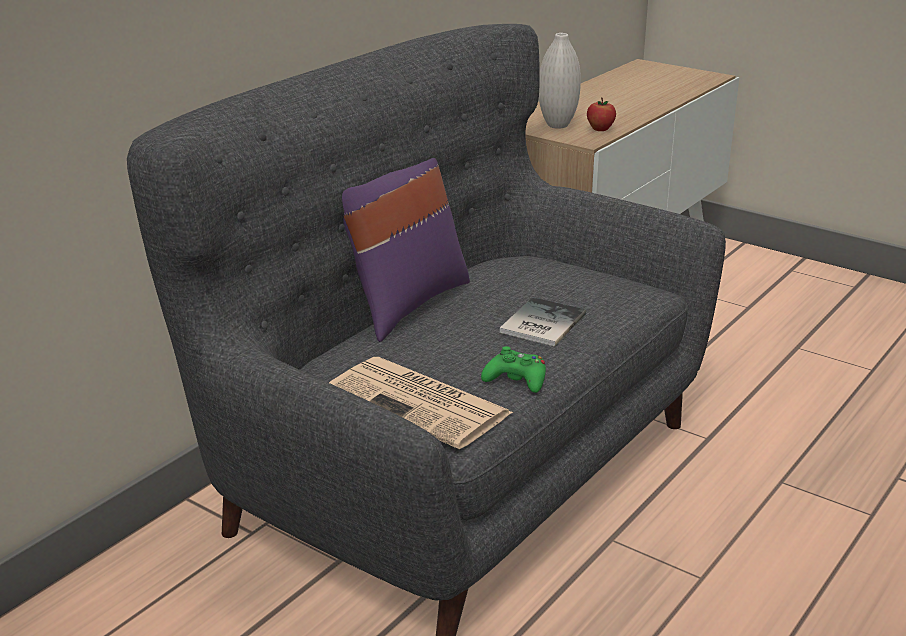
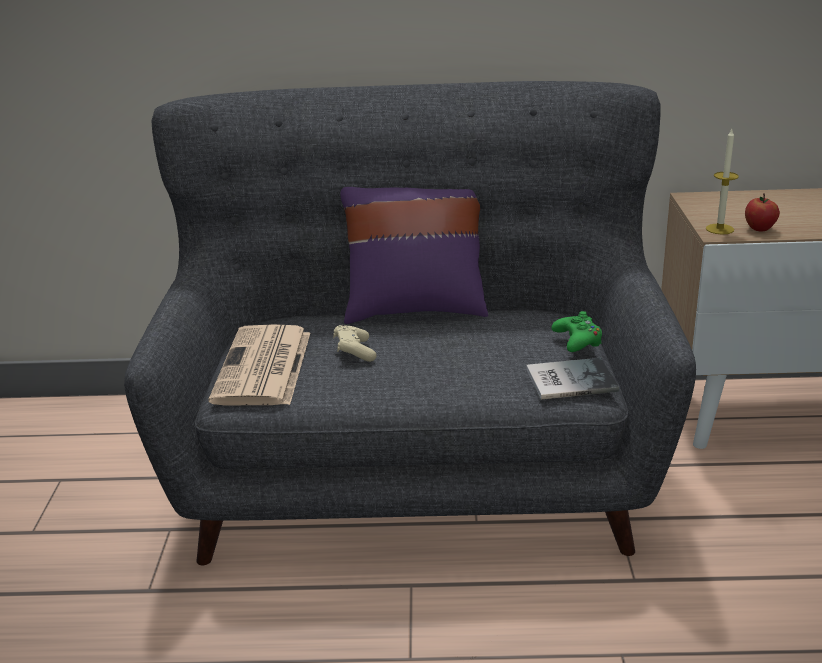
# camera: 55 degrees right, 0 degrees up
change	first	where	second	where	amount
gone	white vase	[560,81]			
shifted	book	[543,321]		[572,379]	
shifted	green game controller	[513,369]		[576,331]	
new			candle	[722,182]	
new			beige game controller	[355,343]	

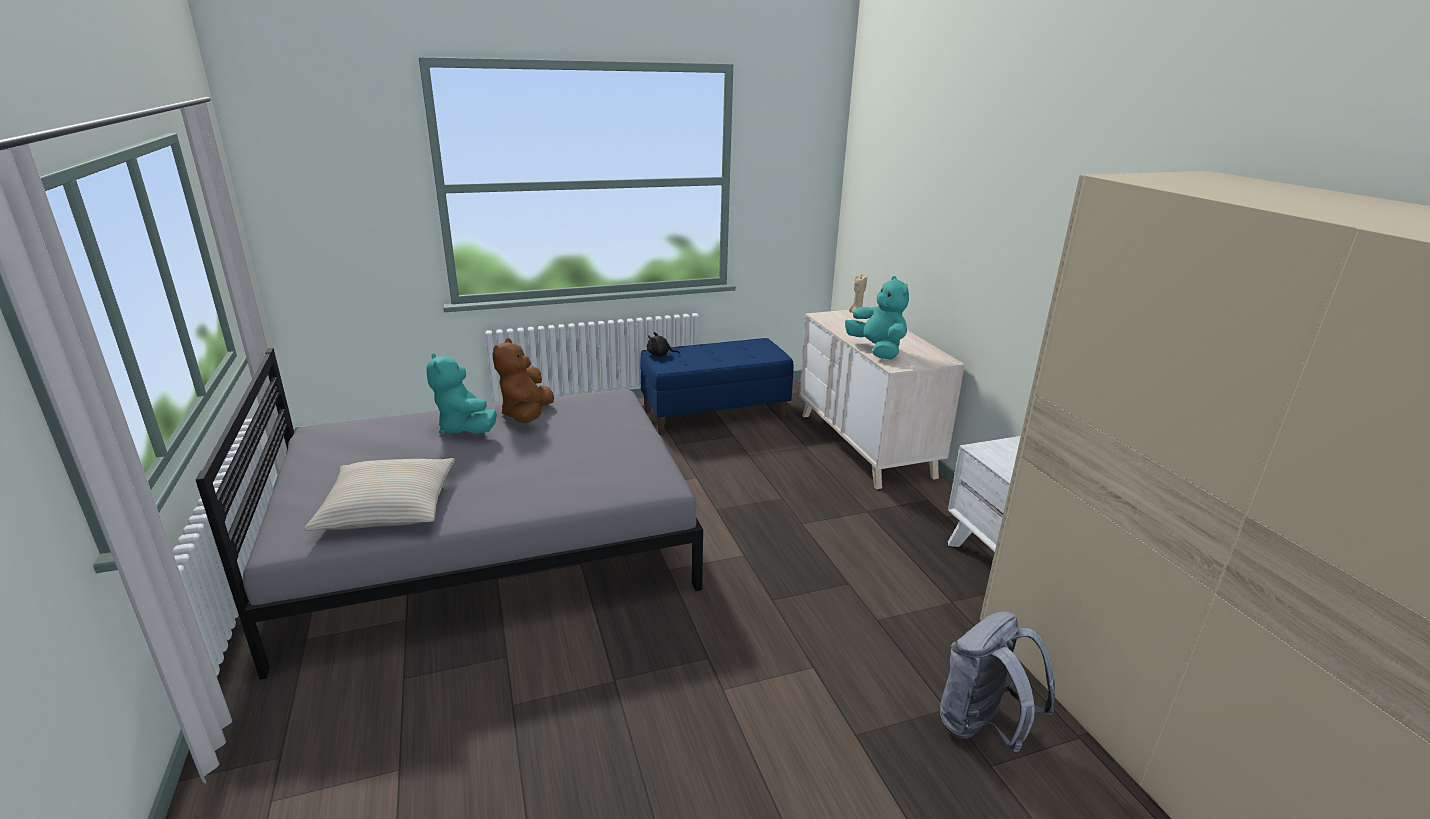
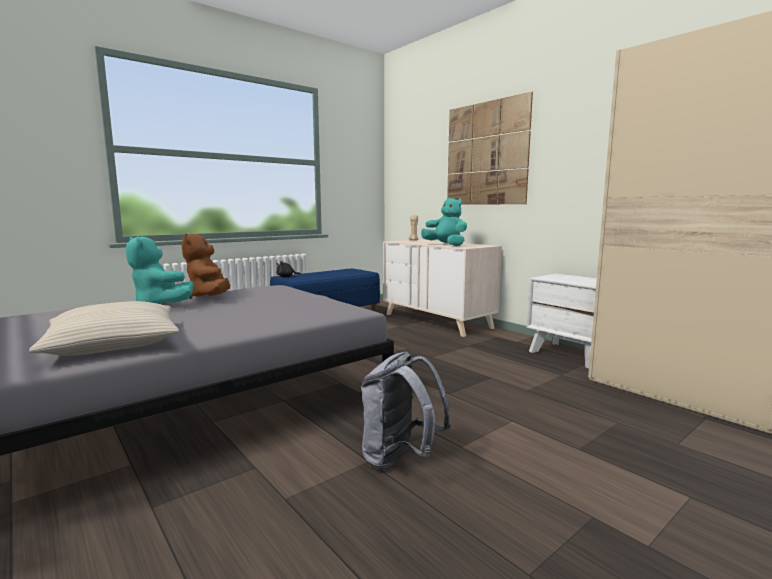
# camera: 20 degrees left, 15 degrees down
change	first	where	second	where	amount
shifted	grey backpack	[997,681]		[406,411]	
new			picture	[490,148]	

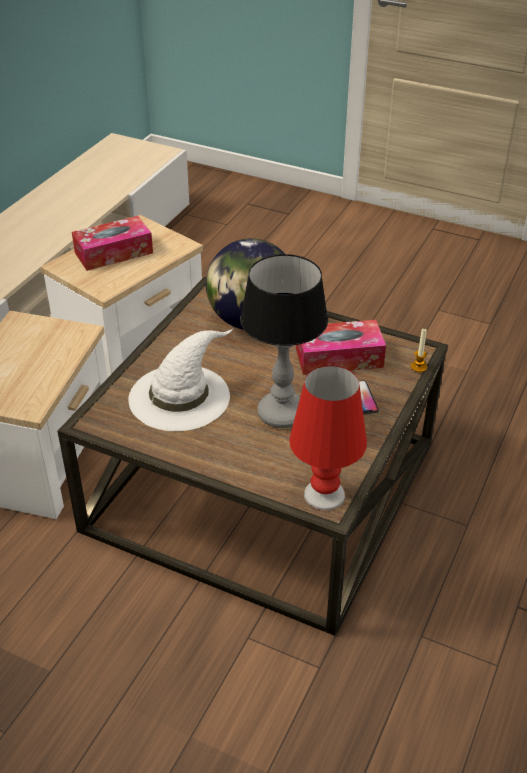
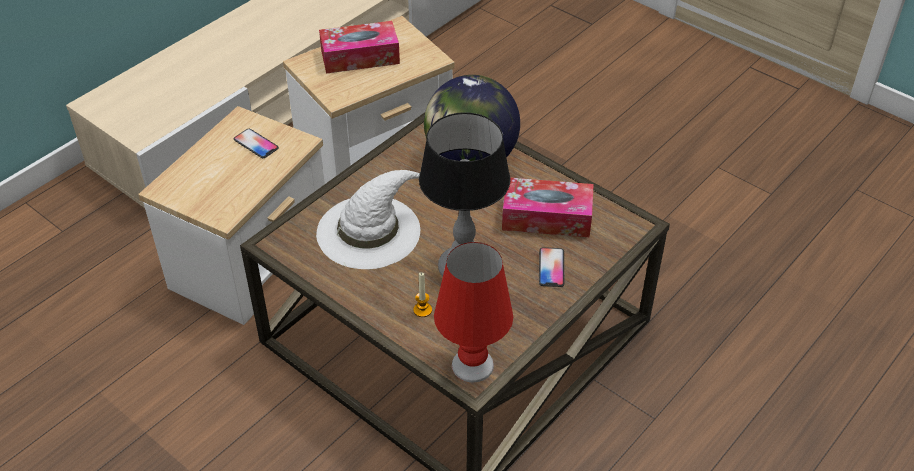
# camera: 15 degrees right, 5 degrees up
change	first	where	second	where	amount
shifted	candle	[419,350]		[422,294]	
new			phone	[256,143]	

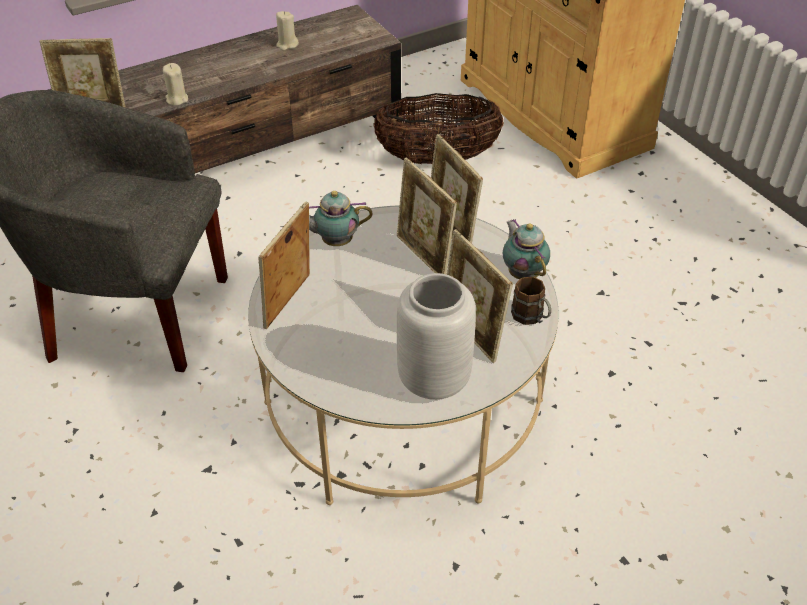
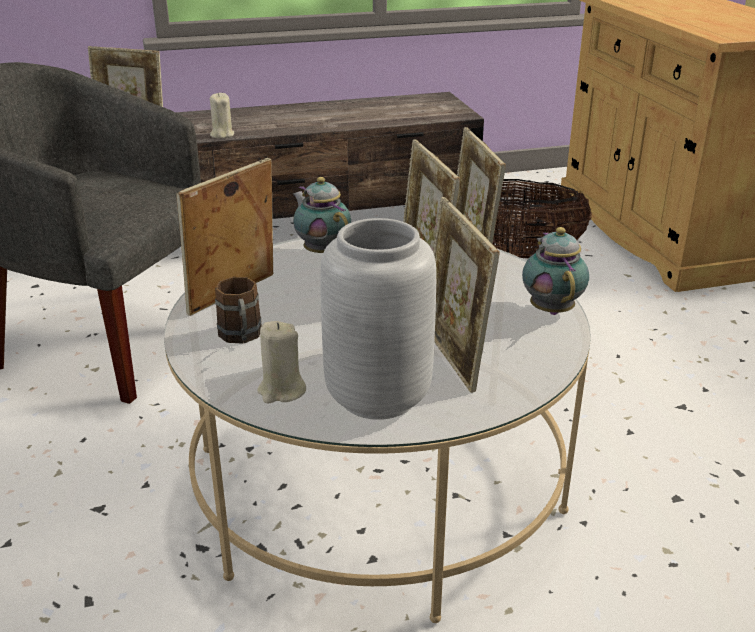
# camera: 15 degrees right, 15 degrees down
change	first	where	second	where	amount
shifted	beige candle	[287,31]		[281,362]	
rotated	teapot	[341,218]		[322,215]	45 degrees clockwise
shifted	brown mug	[531,300]		[238,310]	

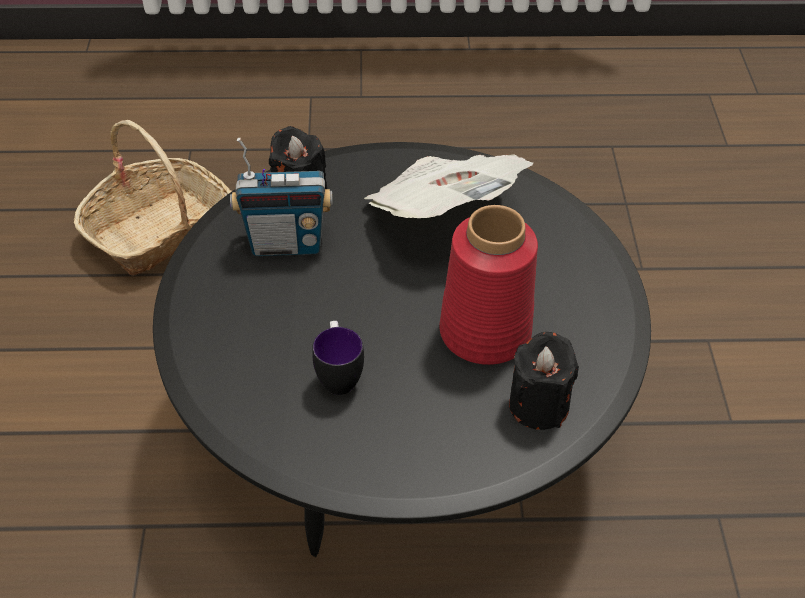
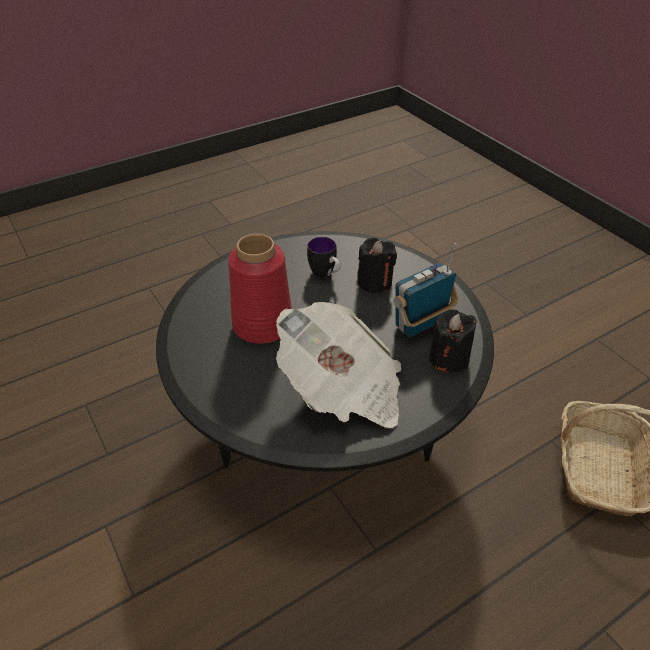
# camera: 150 degrees right, 5 degrees down
change	first	where	second	where	amount
shifted	black candle	[544,381]		[377,265]	

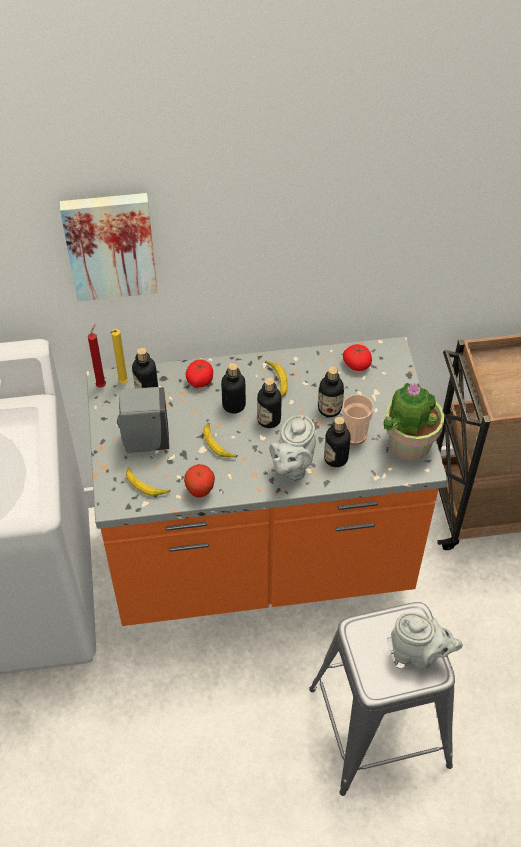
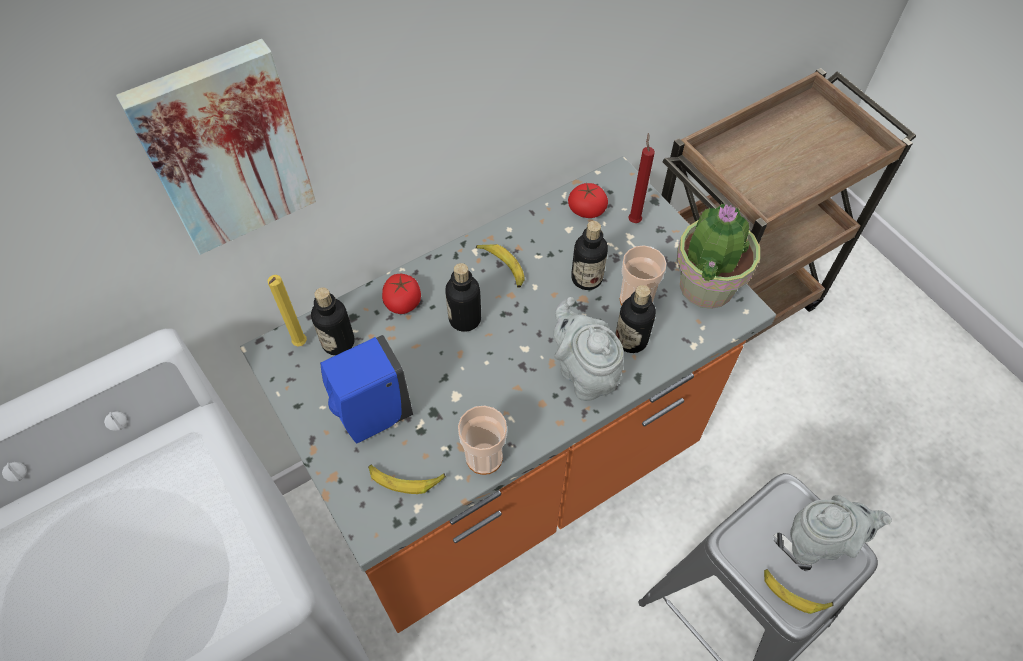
# camera: 25 degrees left, 5 degrees up
change	first	where	second	where	amount
shifted	red candle	[97,356]		[641,178]	
gone	bottle	[269,402]			
repainted	grey soap dispenser	[143,420]	blue soap dispenser	[366,389]	
rotated	grey teapot	[292,448]		[588,349]	150 degrees clockwise
shifted	banana	[220,440]		[799,591]	
swapped	apple	[199,481]	cup	[482,440]	

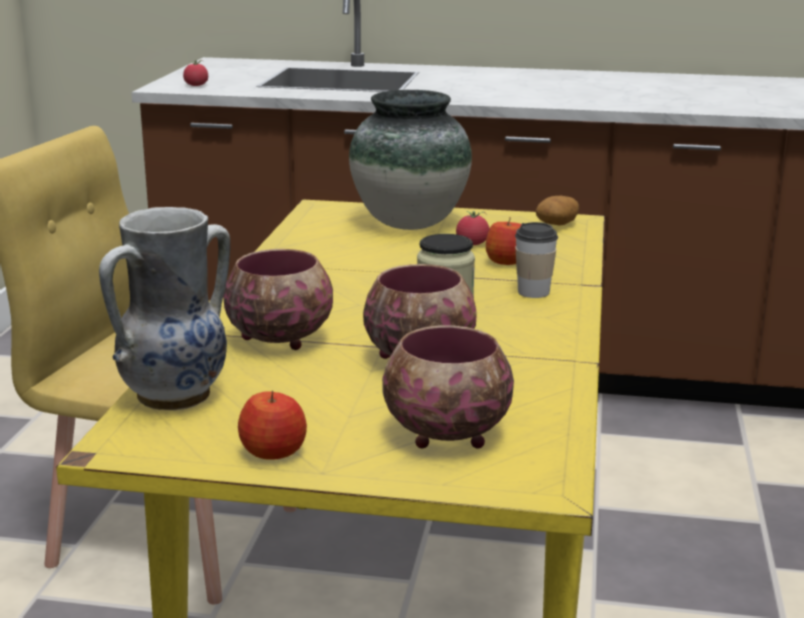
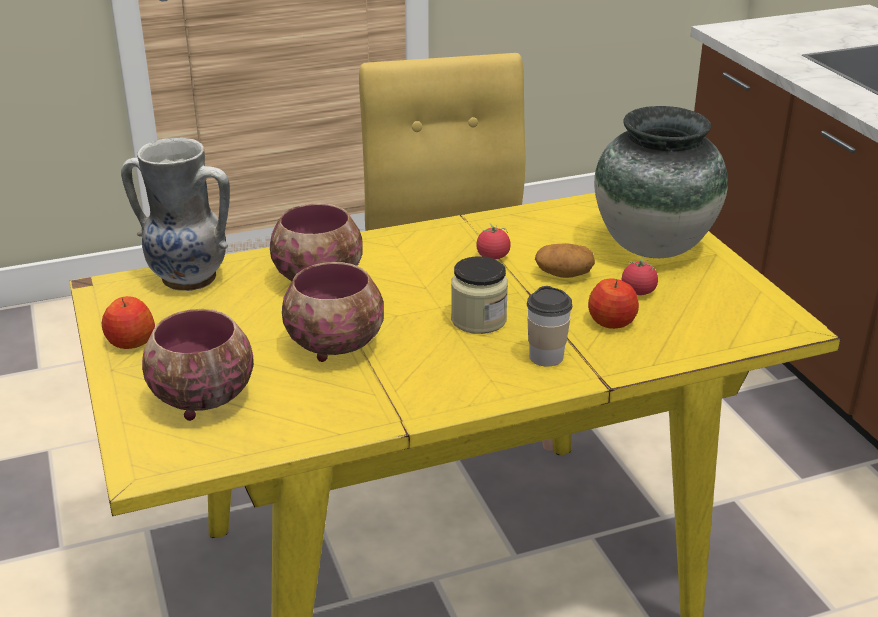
# camera: 60 degrees right, 10 degrees up
change	first	where	second	where	amount
shifted	tomato	[195,72]		[493,242]	
shifted	potato	[557,211]		[565,260]	

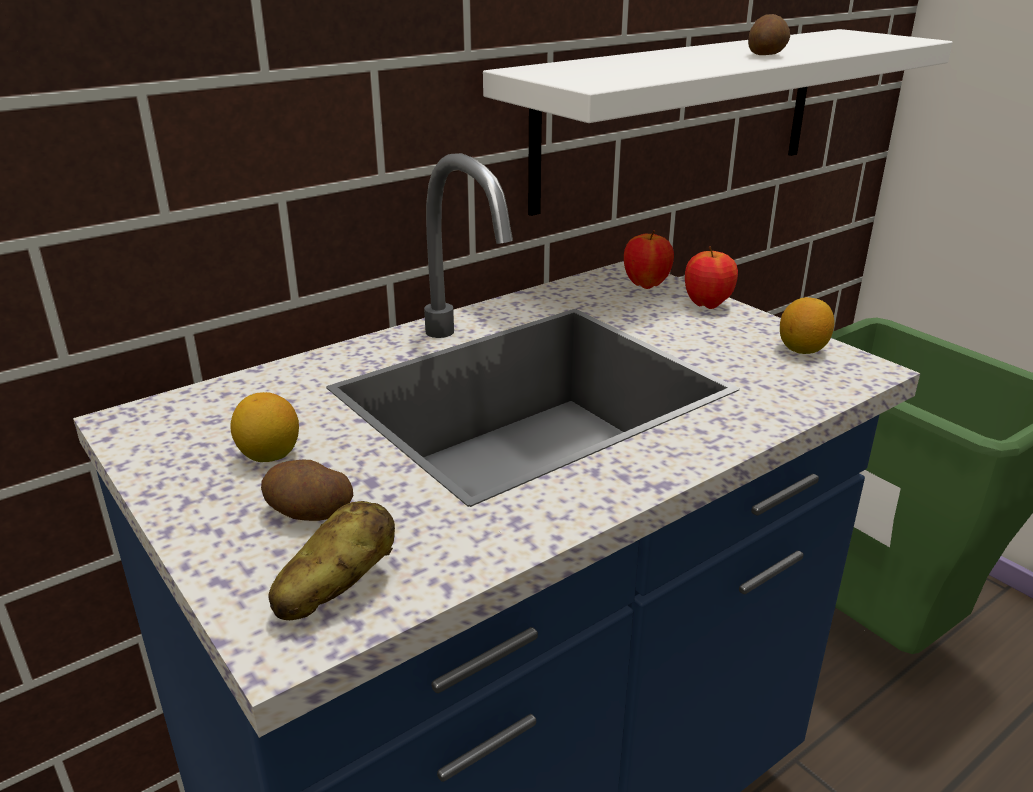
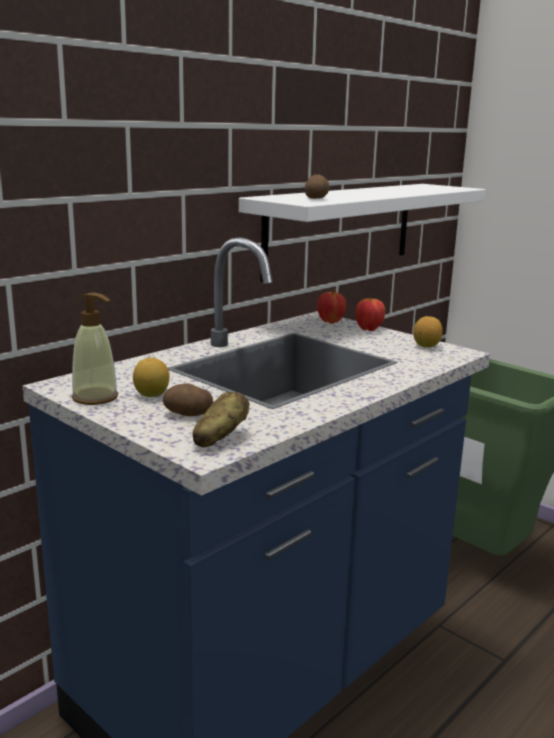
# camera: 10 degrees left, 10 degrees down
change	first	where	second	where	amount
shifted	potato	[769,34]		[317,186]	
new			soap dispenser	[94,348]	

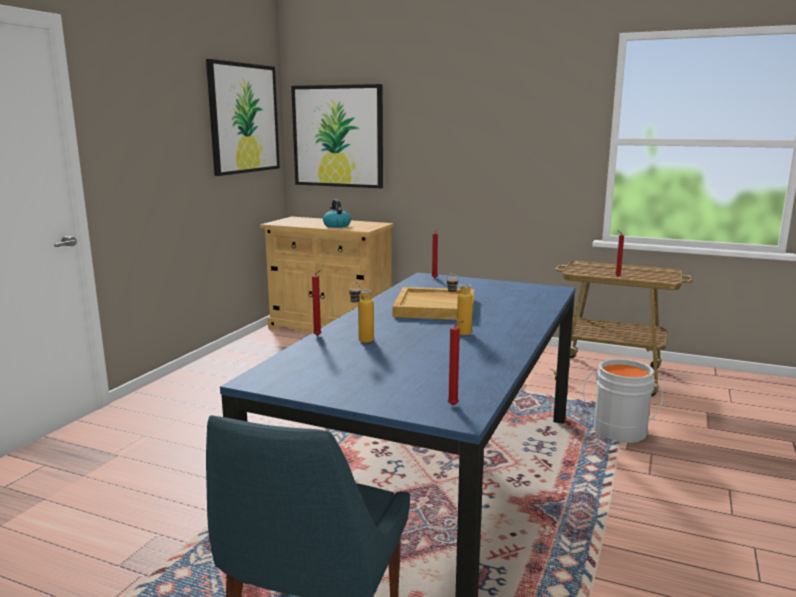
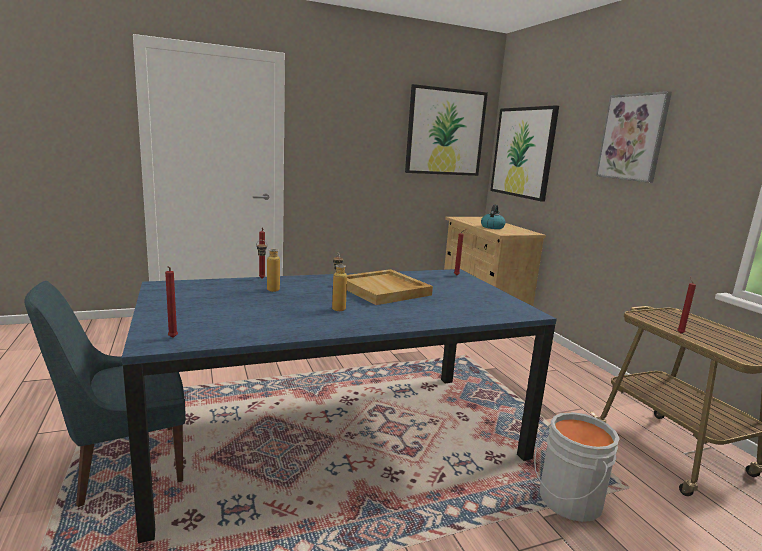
# camera: 45 degrees right, 0 degrees up
change	first	where	second	where	amount
new			picture	[634,137]	

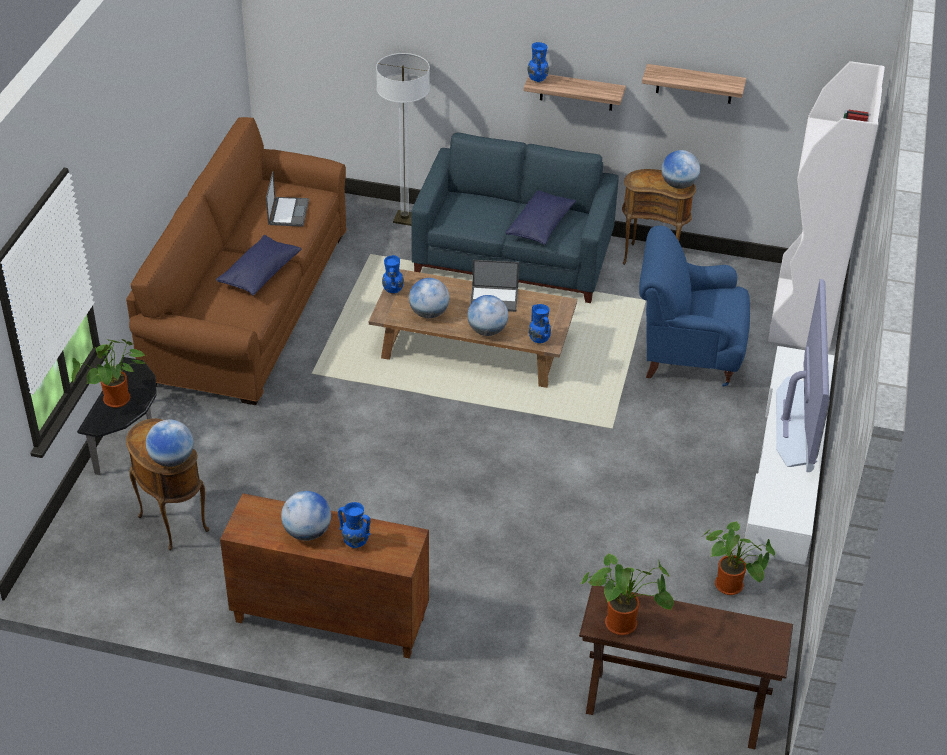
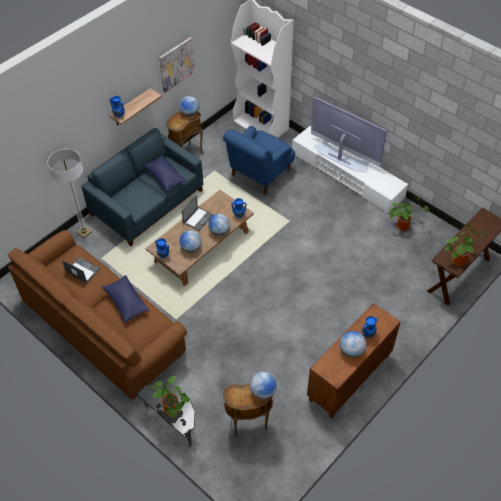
# camera: 60 degrees left, 10 degrees up
change	first	where	second	where	amount
swapped	shelf	[694,84]	picture	[177,65]	

